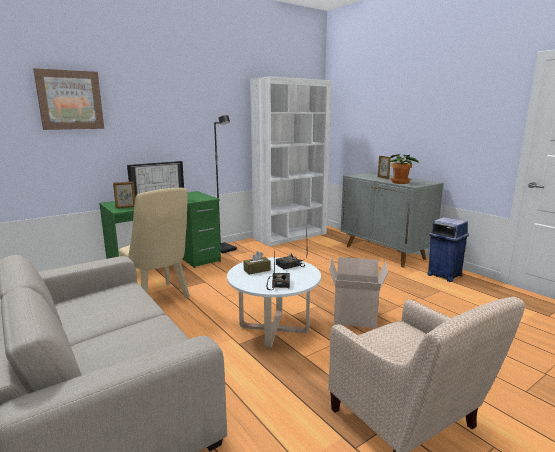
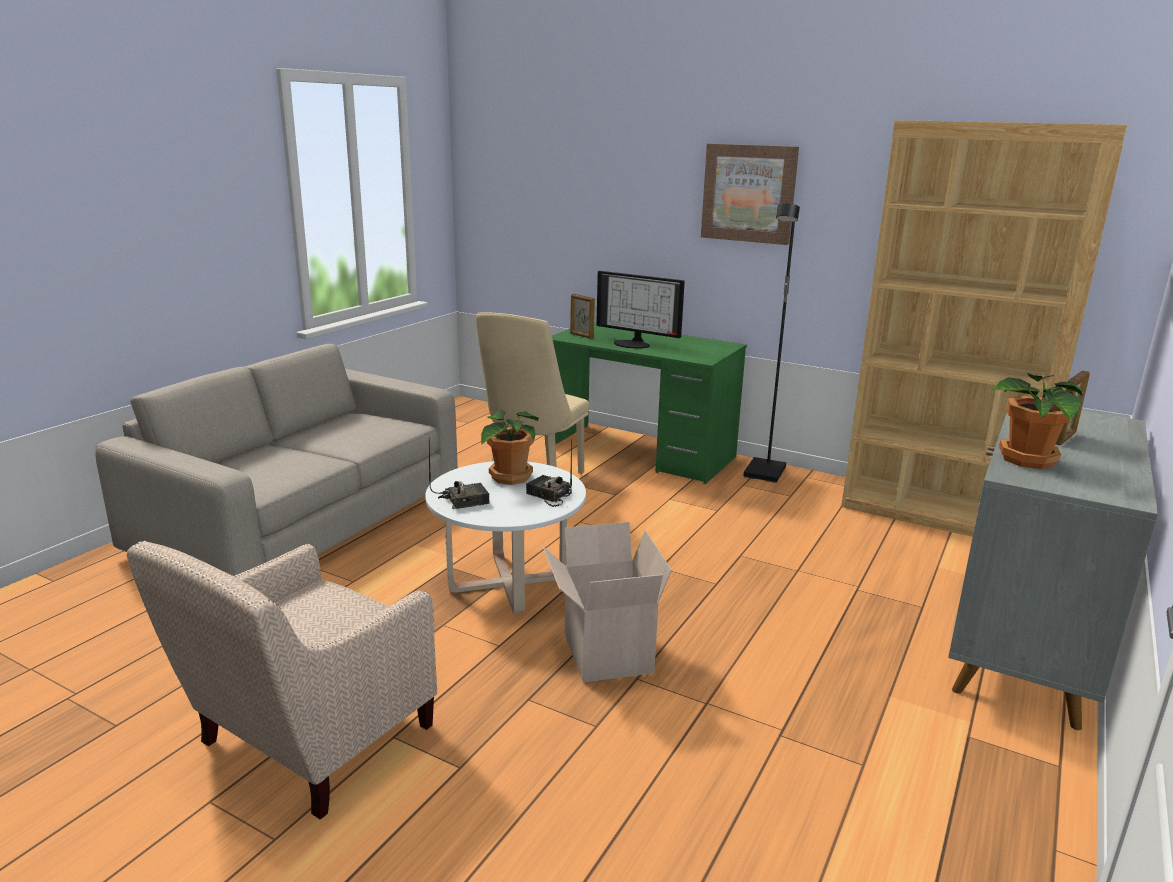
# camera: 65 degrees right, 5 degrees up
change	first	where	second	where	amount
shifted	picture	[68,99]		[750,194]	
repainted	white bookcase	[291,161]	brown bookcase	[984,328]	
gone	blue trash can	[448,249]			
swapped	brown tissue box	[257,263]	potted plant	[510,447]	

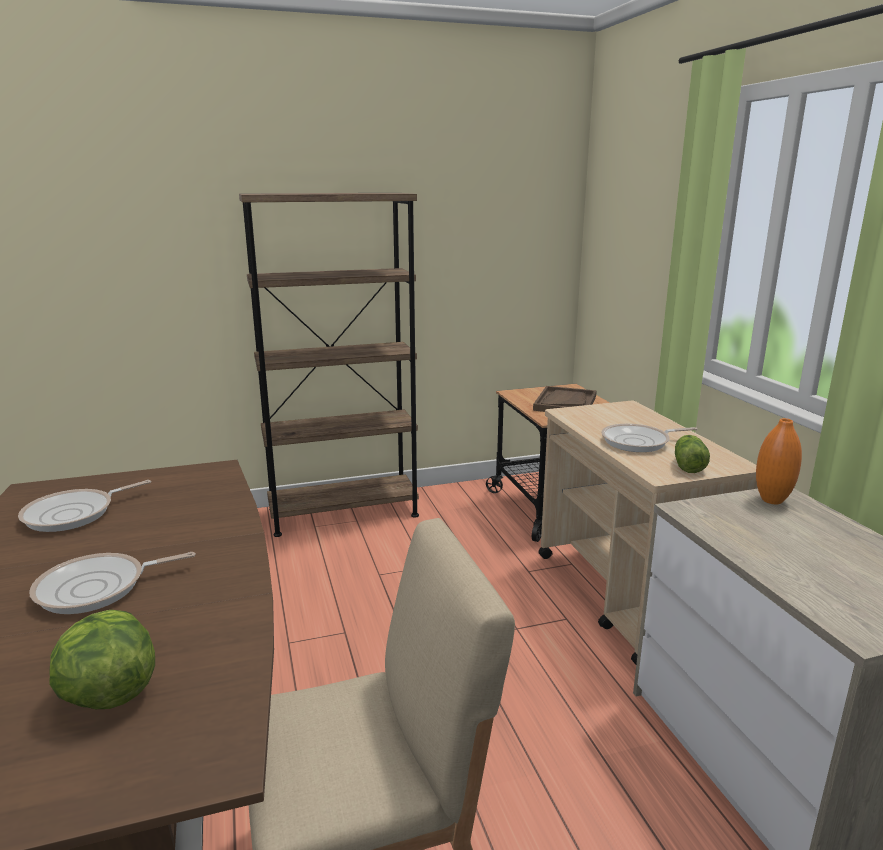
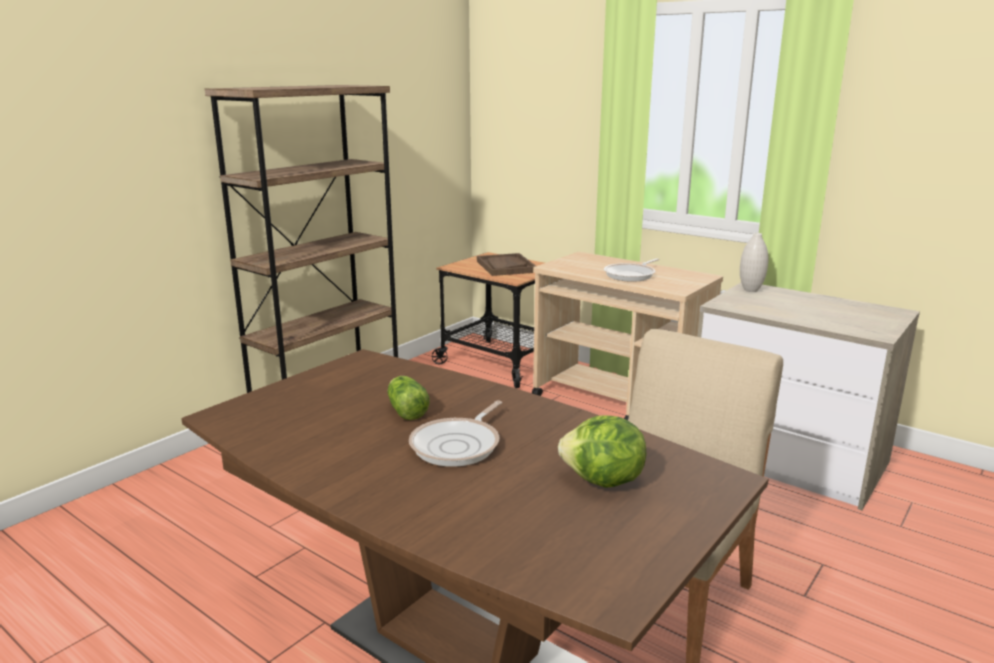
# camera: 35 degrees left, 0 degrees up
change	first	where	second	where	amount
repainted	orange vase	[779,461]	white vase	[754,262]	
shifted	lettuce	[692,454]		[409,398]	
gone	frying pan	[84,506]			

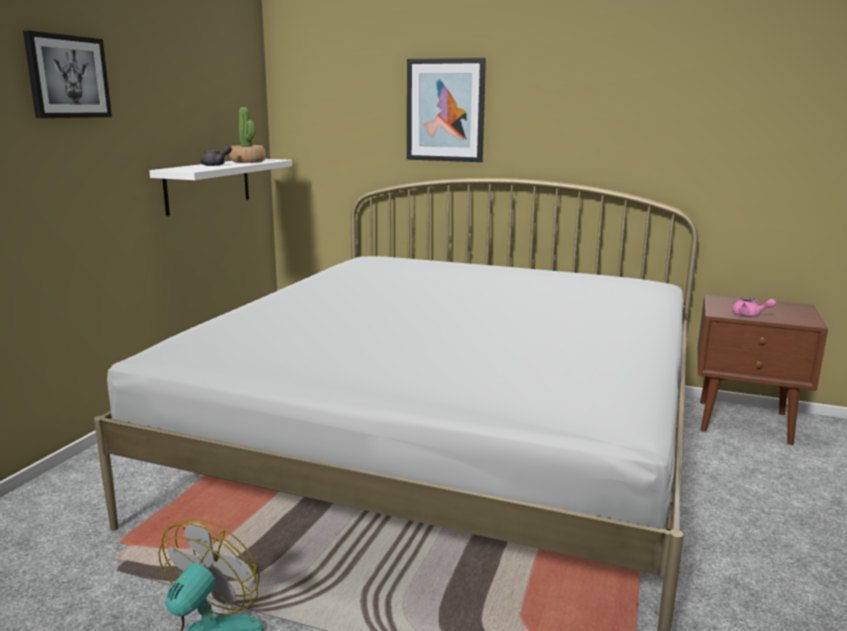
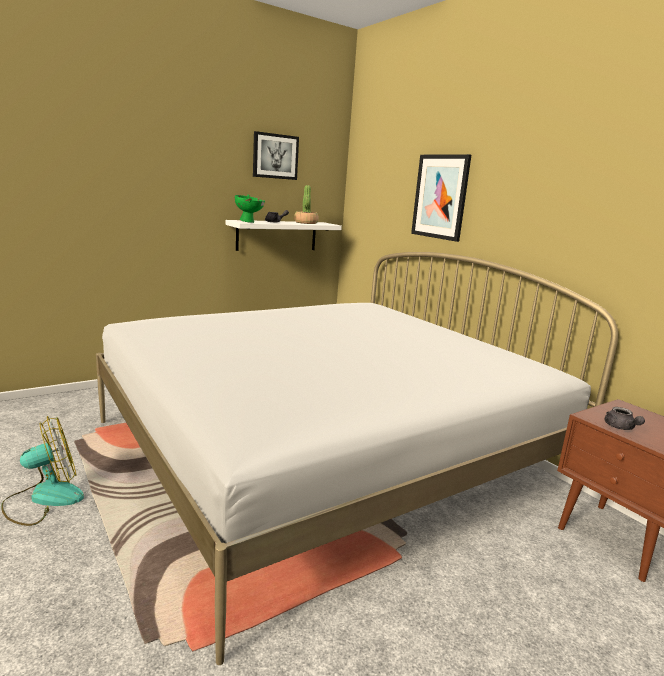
# camera: 35 degrees right, 0 degrees up
change	first	where	second	where	amount
shifted	picture	[67,74]		[276,155]	
repainted	pink teapot	[754,307]	grey teapot	[624,418]	
new			green bowl	[250,208]	

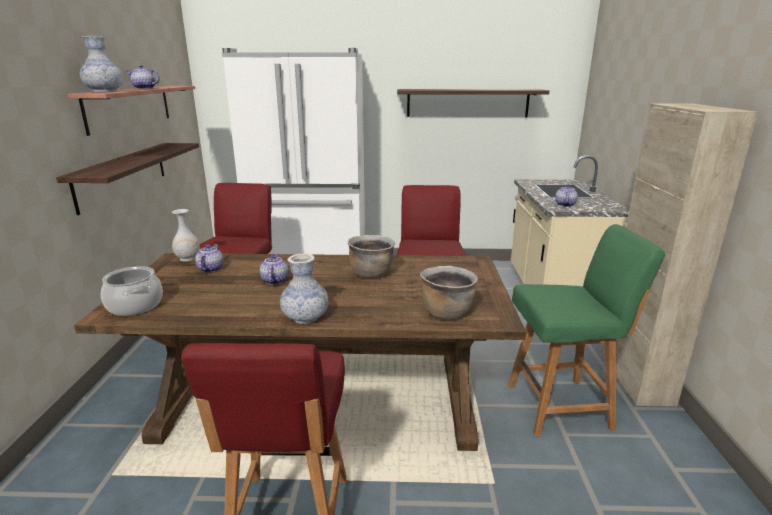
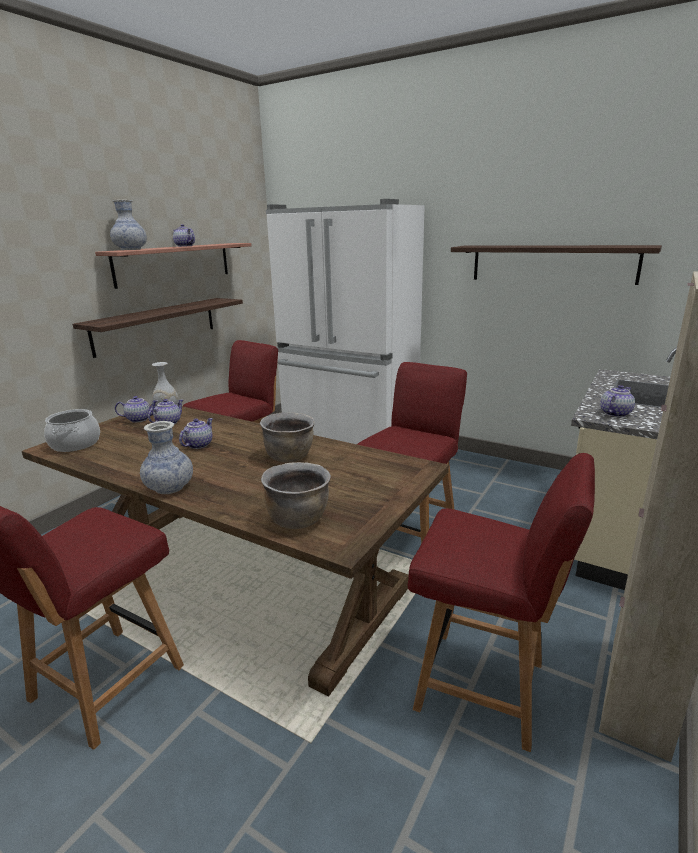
# camera: 30 degrees right, 0 degrees up
change	first	where	second	where	amount
repainted	green chair	[586,330]	red chair	[501,602]	
new			teapot	[136,409]	

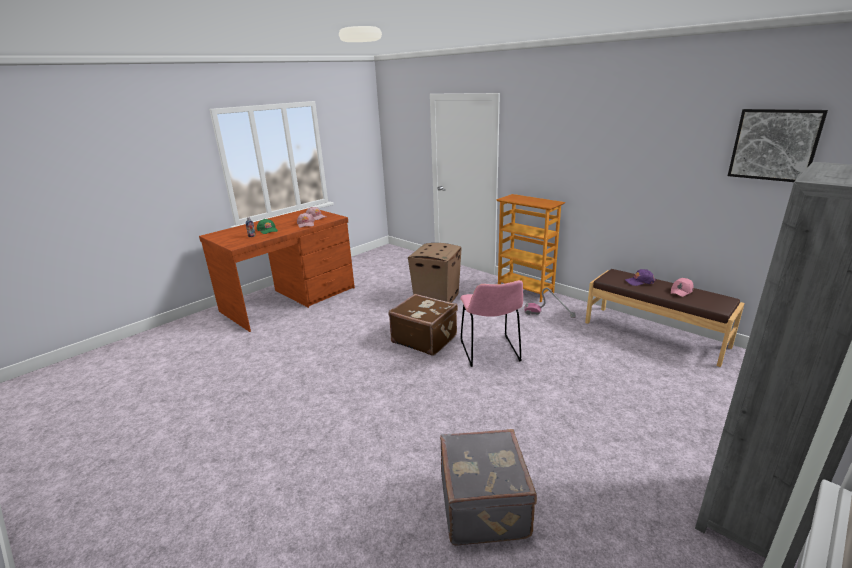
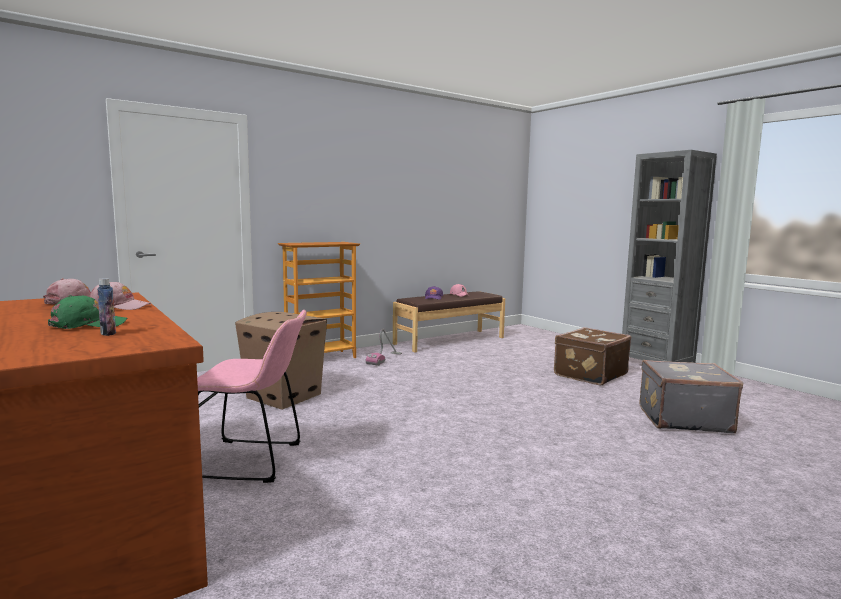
# camera: 80 degrees left, 15 degrees down
change	first	where	second	where	amount
gone	picture	[778,145]			
shifted	pink chair	[491,323]		[252,396]	
shifted	brown suitcase	[423,325]		[592,356]	

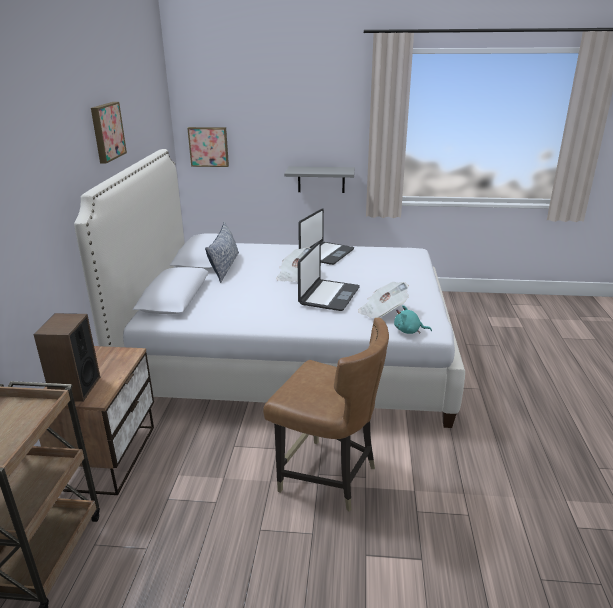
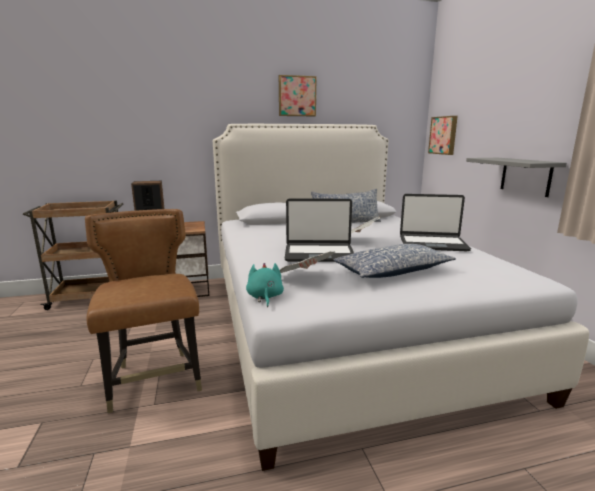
# camera: 70 degrees right, 10 degrees down
change	first	where	second	where	amount
rotated	brown chair	[326,415]		[143,311]	150 degrees clockwise
new			pillow	[394,261]	

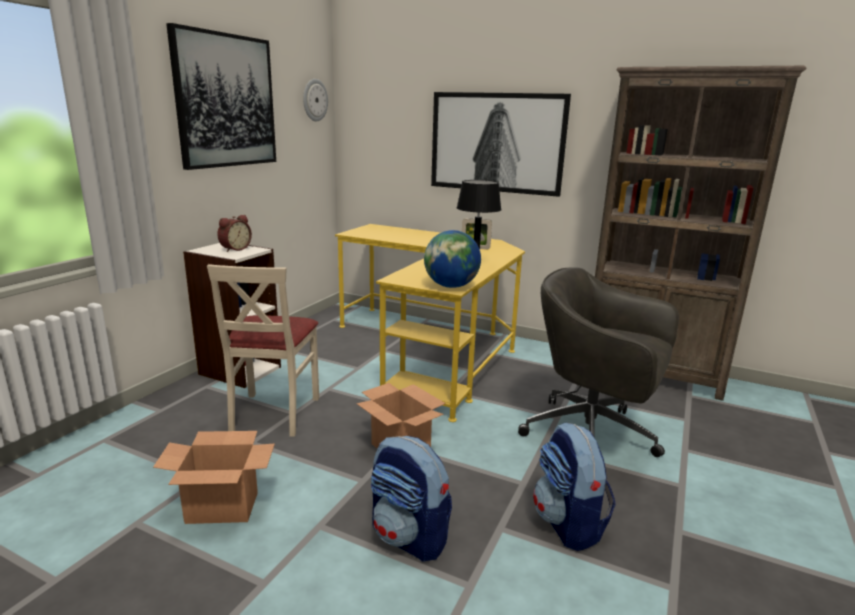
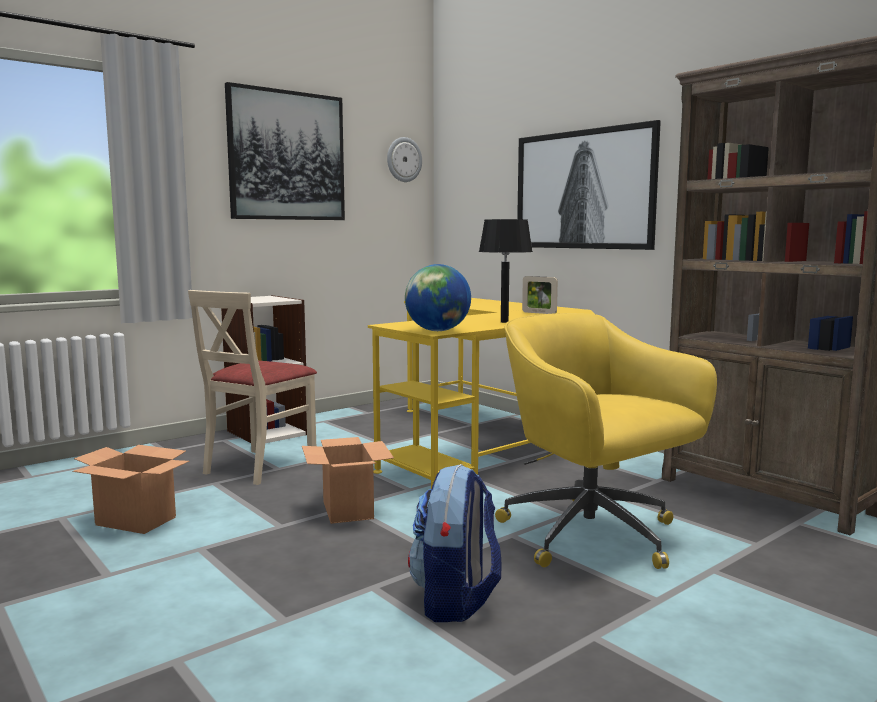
# camera: 25 degrees right, 10 degrees down
change	first	where	second	where	amount
gone	alarm clock	[234,233]			
repainted	grey office chair	[598,362]	yellow office chair	[606,441]	
gone	backpack	[411,498]			

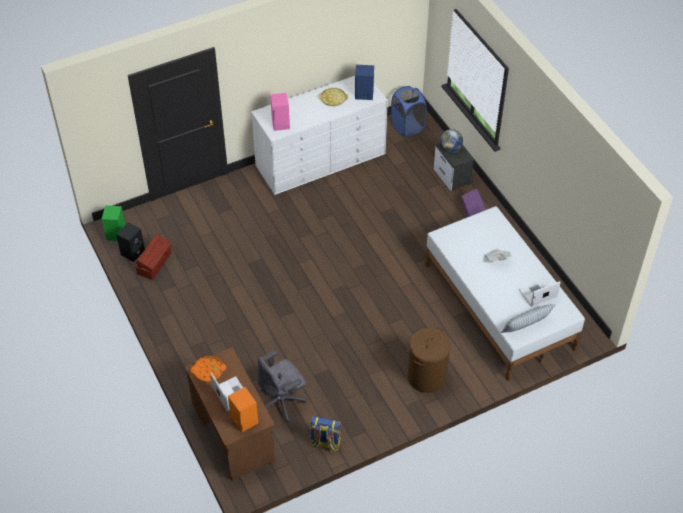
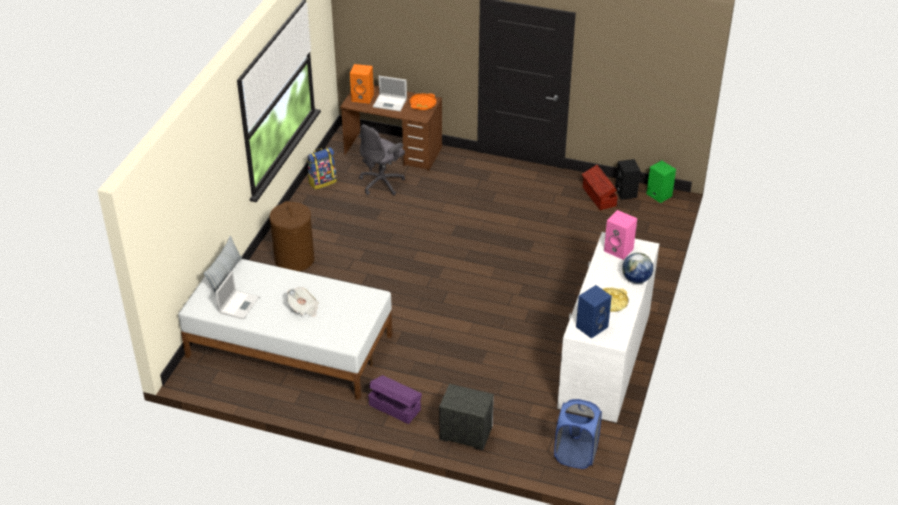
# camera: 135 degrees right, 10 degrees down
change	first	where	second	where	amount
shifted	globe	[451,141]		[637,268]	
rotated	grey office chair	[281,386]		[382,159]	150 degrees counterclockwise

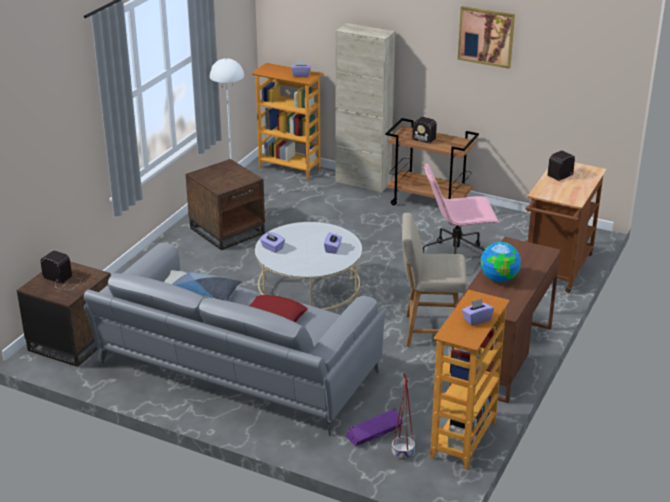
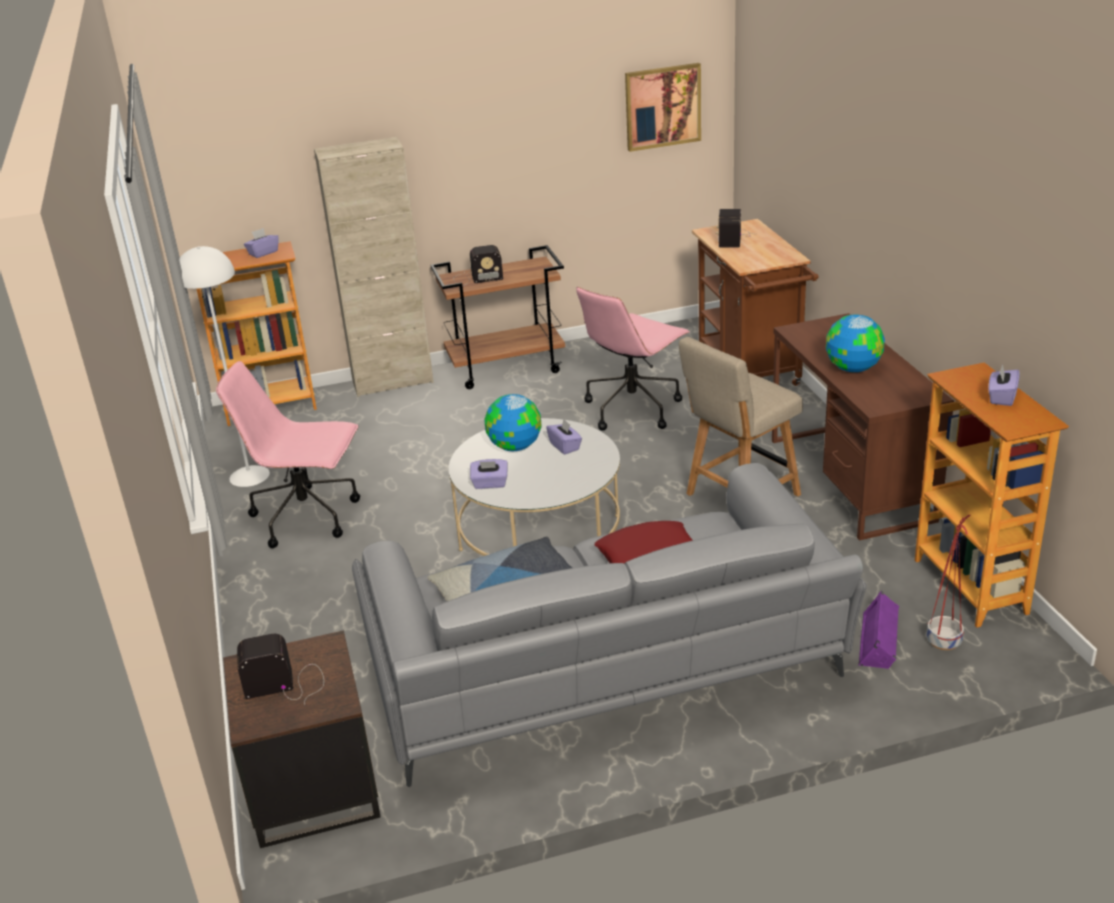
# camera: 40 degrees left, 0 degrees up
change	first	where	second	where	amount
shifted	picture	[486,37]		[663,107]	
swapped	brown side table	[225,204]	pink office chair	[288,454]	
new			globe	[512,422]	

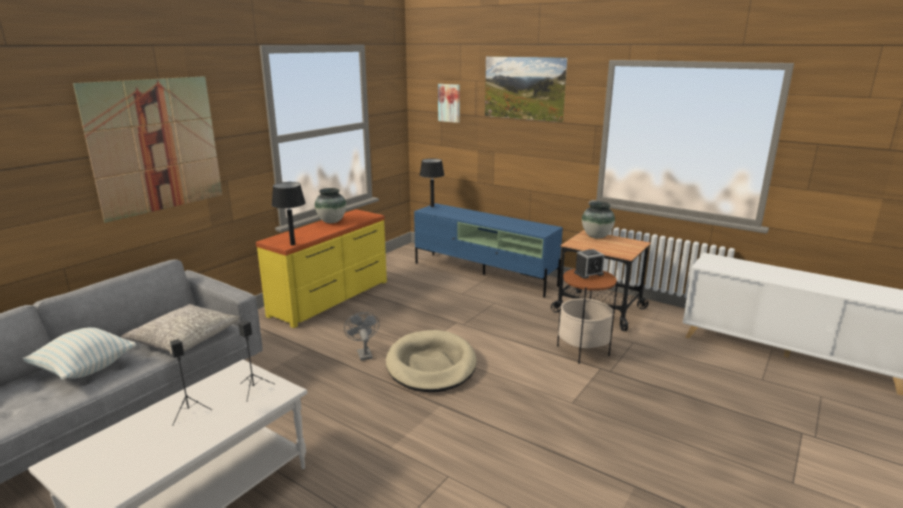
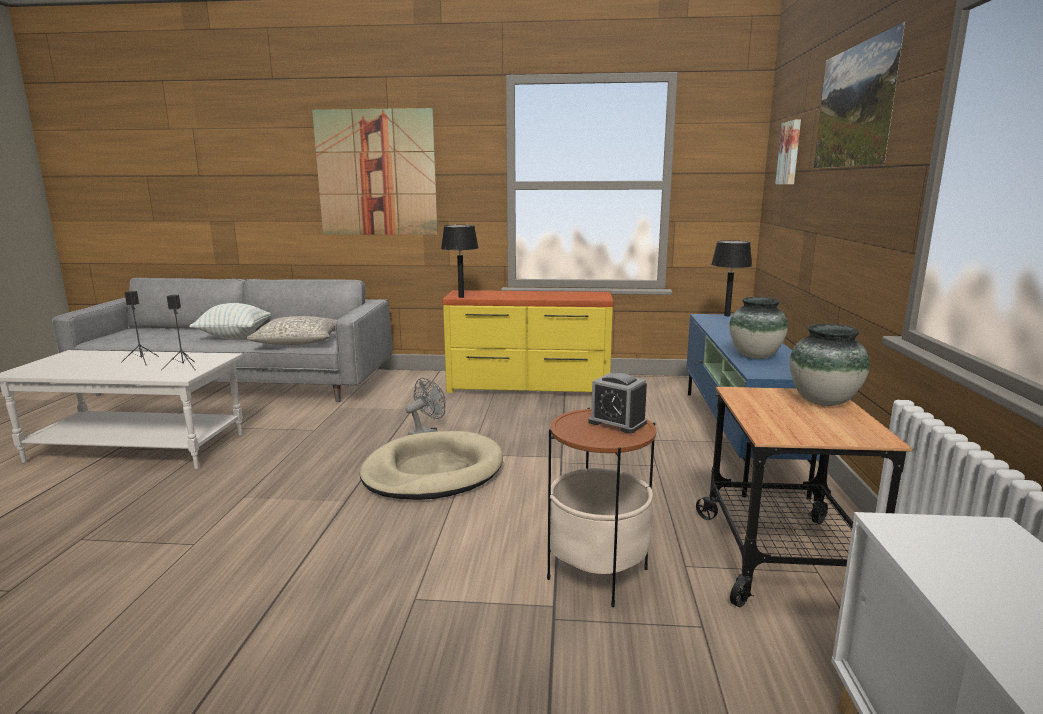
# camera: 60 degrees right, 5 degrees down
change	first	where	second	where	amount
shifted	vase	[330,205]		[758,328]	

